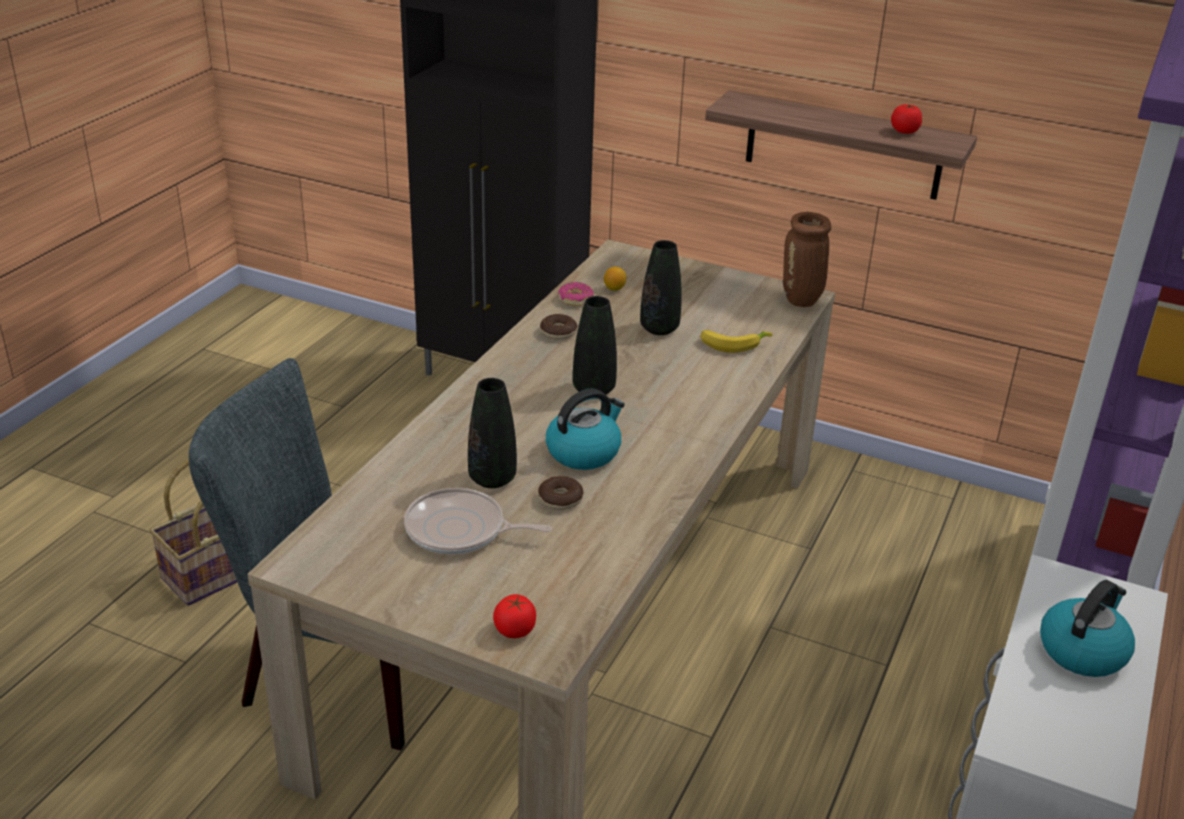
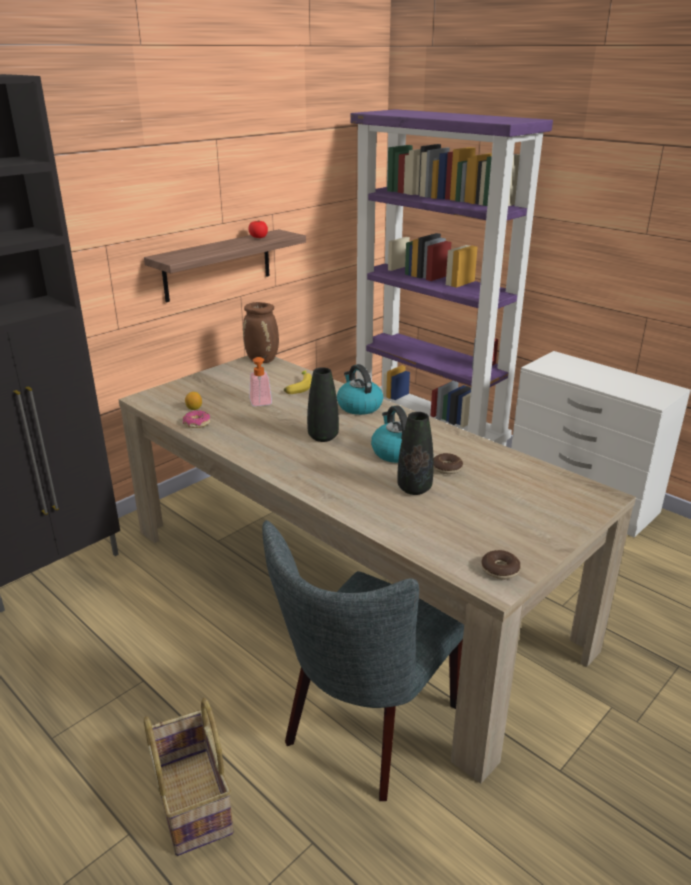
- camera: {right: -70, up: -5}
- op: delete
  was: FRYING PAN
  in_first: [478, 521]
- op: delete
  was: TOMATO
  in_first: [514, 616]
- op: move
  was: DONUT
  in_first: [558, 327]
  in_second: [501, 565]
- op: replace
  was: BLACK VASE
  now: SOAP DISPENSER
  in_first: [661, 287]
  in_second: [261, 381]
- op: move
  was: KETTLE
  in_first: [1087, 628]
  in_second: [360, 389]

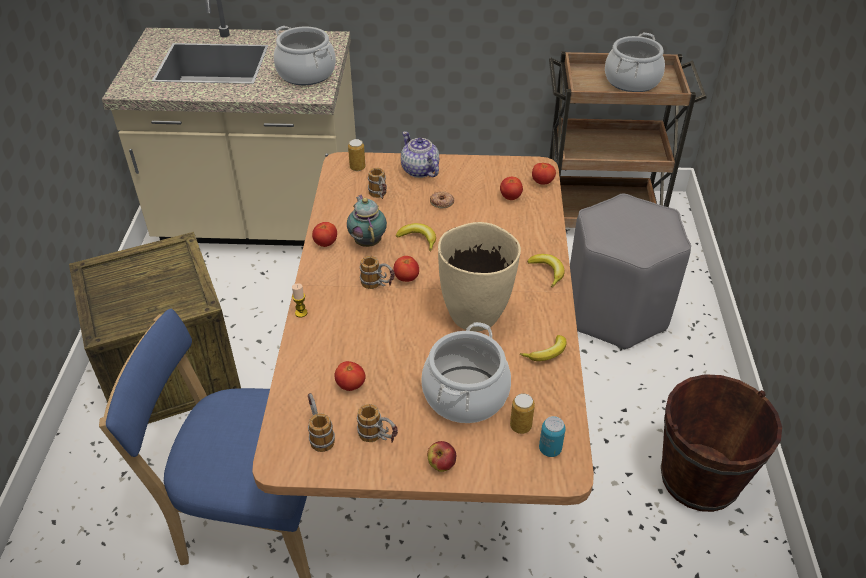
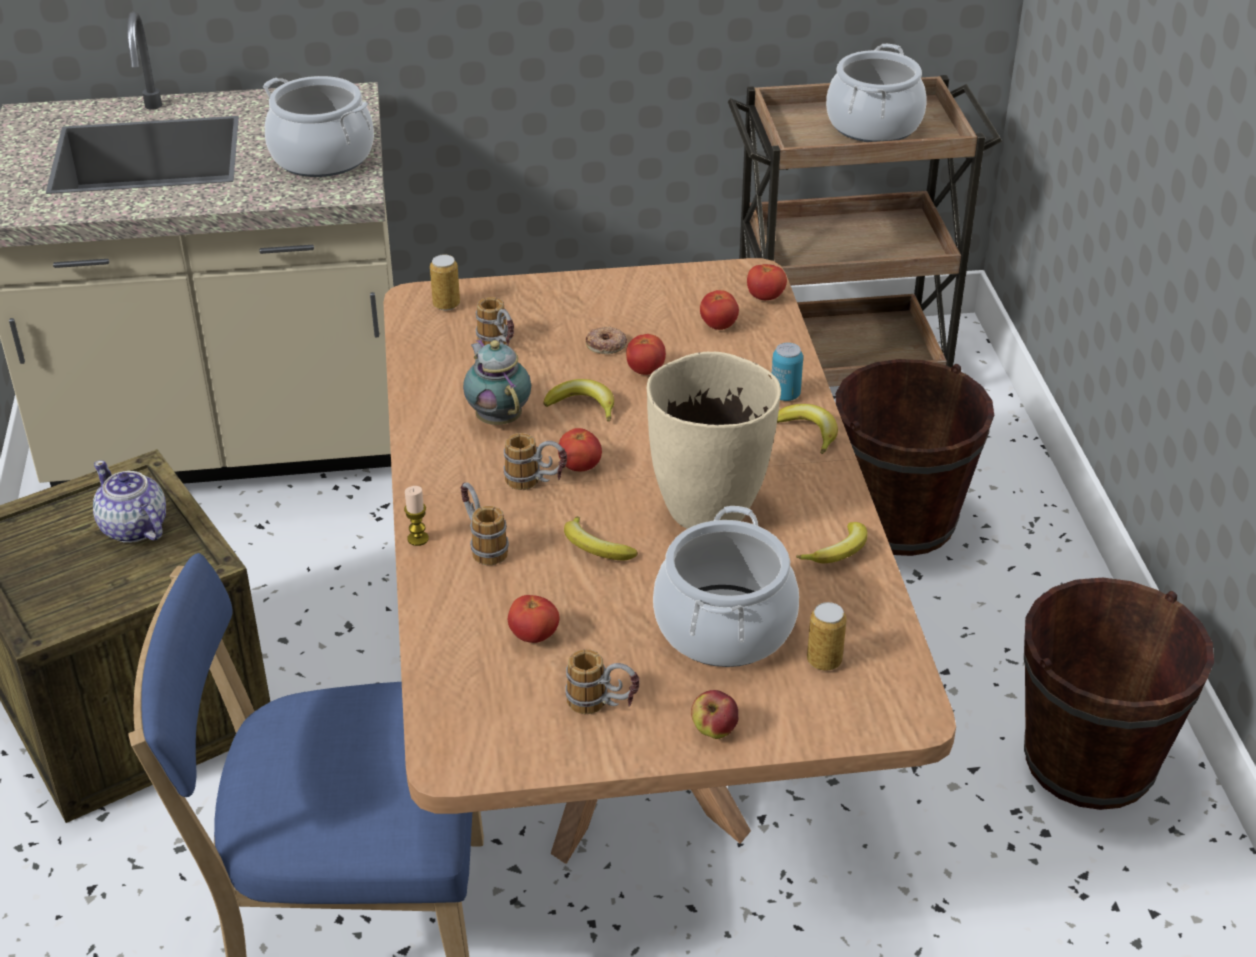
- camera: {right: -10, up: -5}
- op: move
  was: MUG
  in_first: [321, 422]
  in_second: [484, 523]
- op: move
  was: TOMATO
  in_first: [324, 234]
  in_second: [646, 354]
- op: move
  was: TEAPOT
  in_first: [420, 154]
  in_second: [129, 502]
- op: move
  was: CAN
  in_first: [552, 436]
  in_second: [787, 372]
- op: replace
  was: GREY STOOL
  now: BROWN BUCKET
  in_first: [630, 271]
  in_second: [915, 457]
- op: insert
  now: BANANA
  in_second: [601, 538]

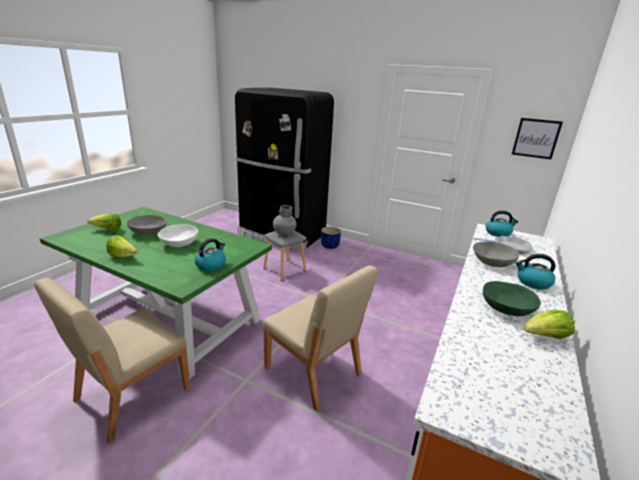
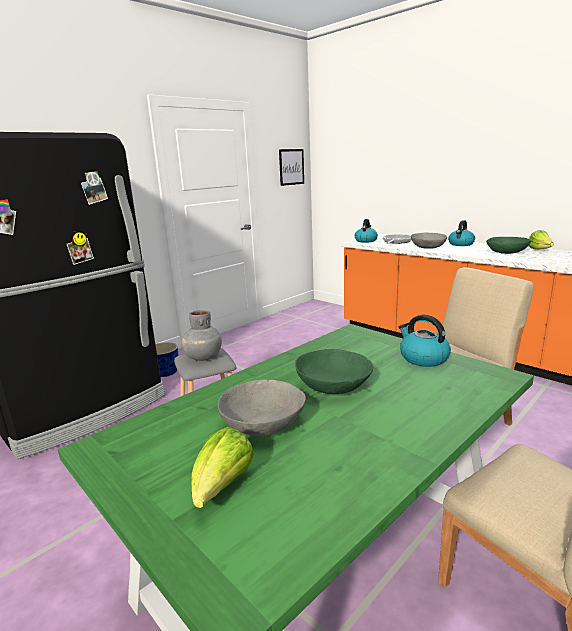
- camera: {right: -70, up: -5}
- op: delete
  was: LETTUCE
  in_first: [122, 246]
- op: recolor
  was: WHITE BOWL
  now: GREEN BOWL
  in_first: [178, 235]
  in_second: [334, 371]

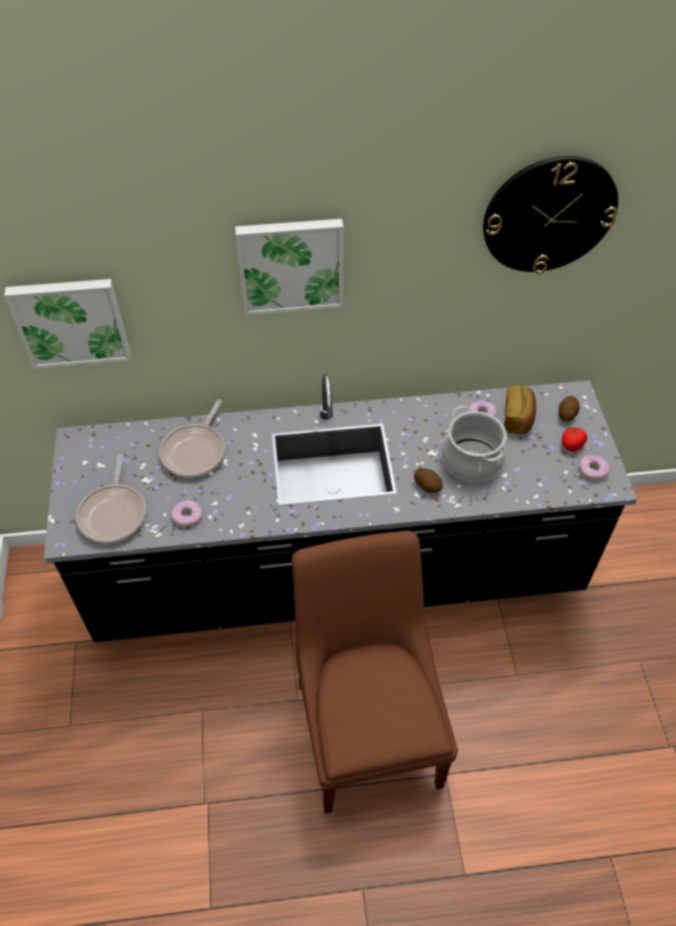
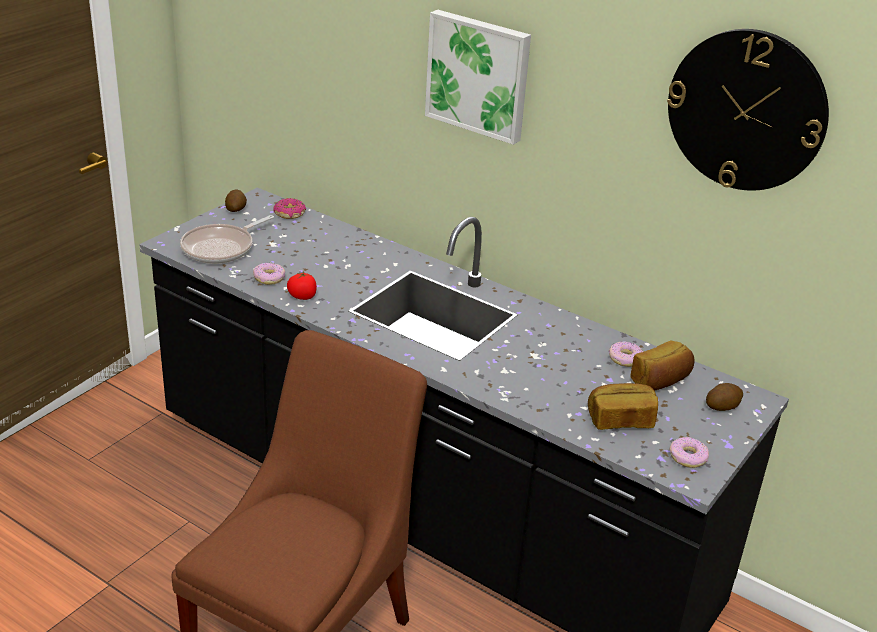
- camera: {right: 40, up: -20}
- op: delete
  was: PICTURE
  in_first: [67, 324]
- op: delete
  was: FRYING PAN
  in_first: [192, 439]
- op: move
  was: POTATO
  in_first: [428, 480]
  in_second: [236, 201]
- op: delete
  was: COOKING POT
  in_first: [474, 444]
- op: move
  was: TOMATO
  in_first: [574, 439]
  in_second: [302, 285]
- op: insert
  now: DONUT
  in_second: [290, 208]
- op: insert
  now: BREAD
  in_second: [623, 406]

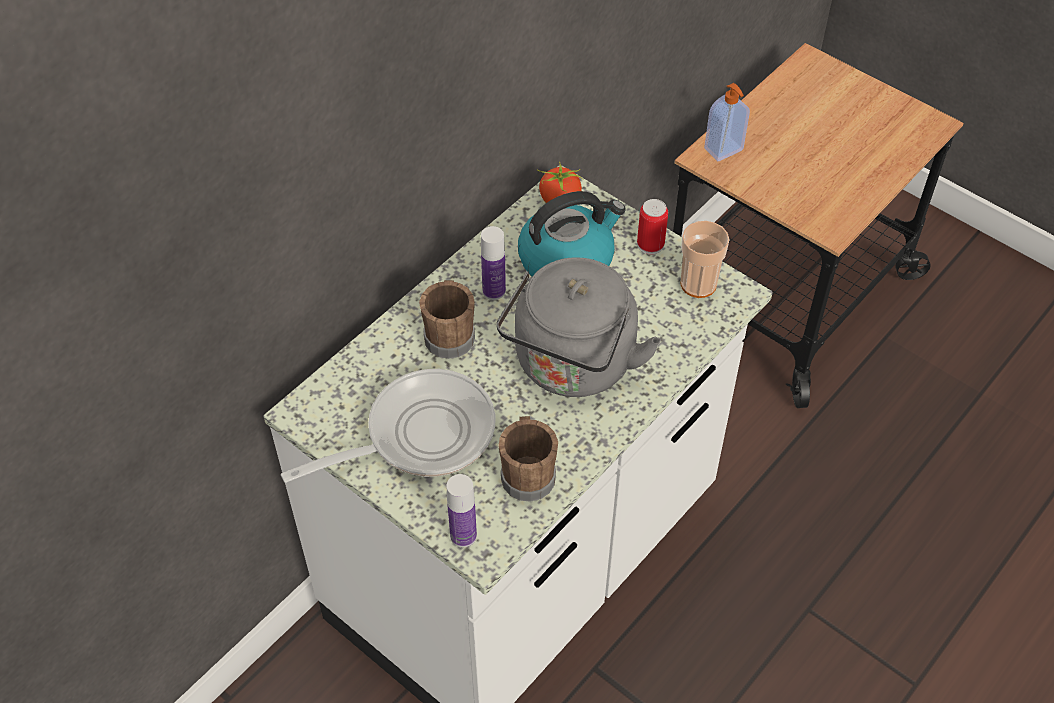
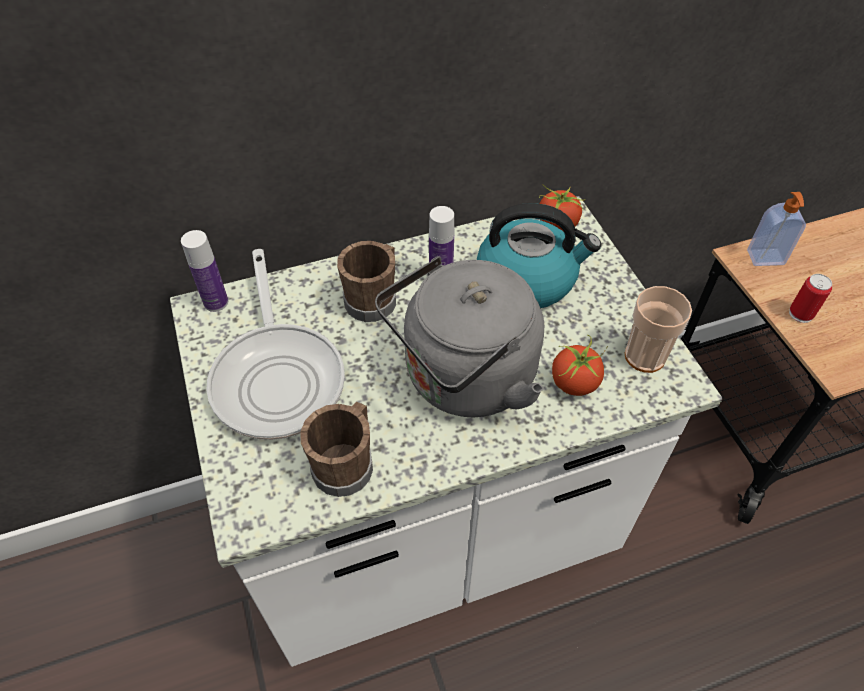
- camera: {right: 30, up: 0}
- op: rotate
  was: FRYING PAN
  in_first: [388, 426]
  in_second: [275, 344]
  clockwise: 75
- op: move
  was: BOTTLE
  in_first: [462, 510]
  in_second: [204, 271]
- op: move
  was: CAN
  in_first: [652, 227]
  in_second: [810, 298]
- op: insert
  now: TOMATO
  in_second: [580, 365]

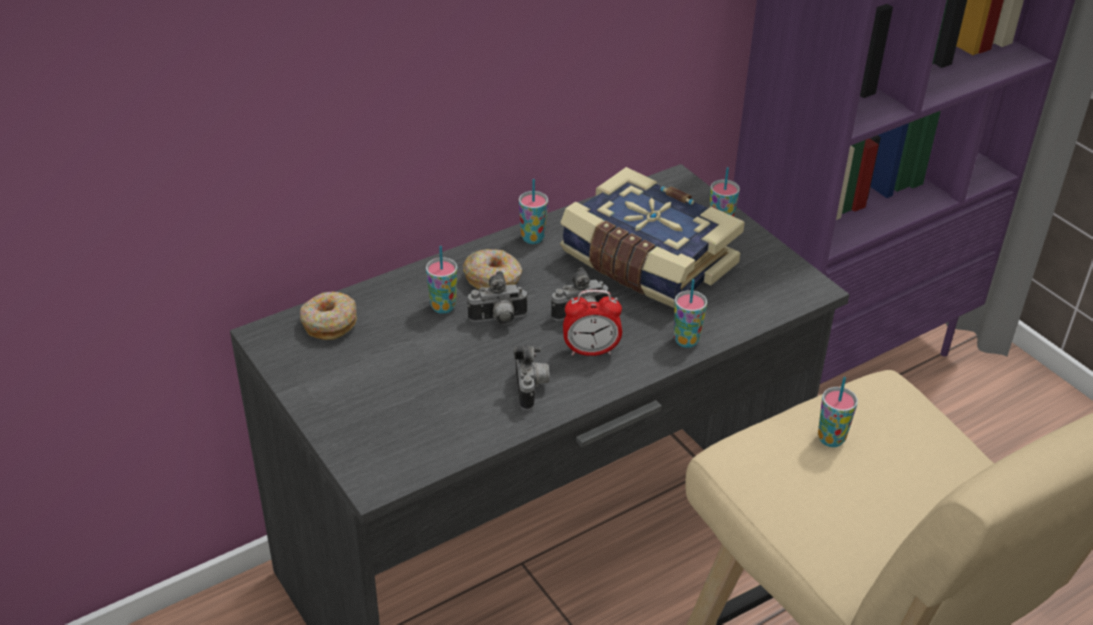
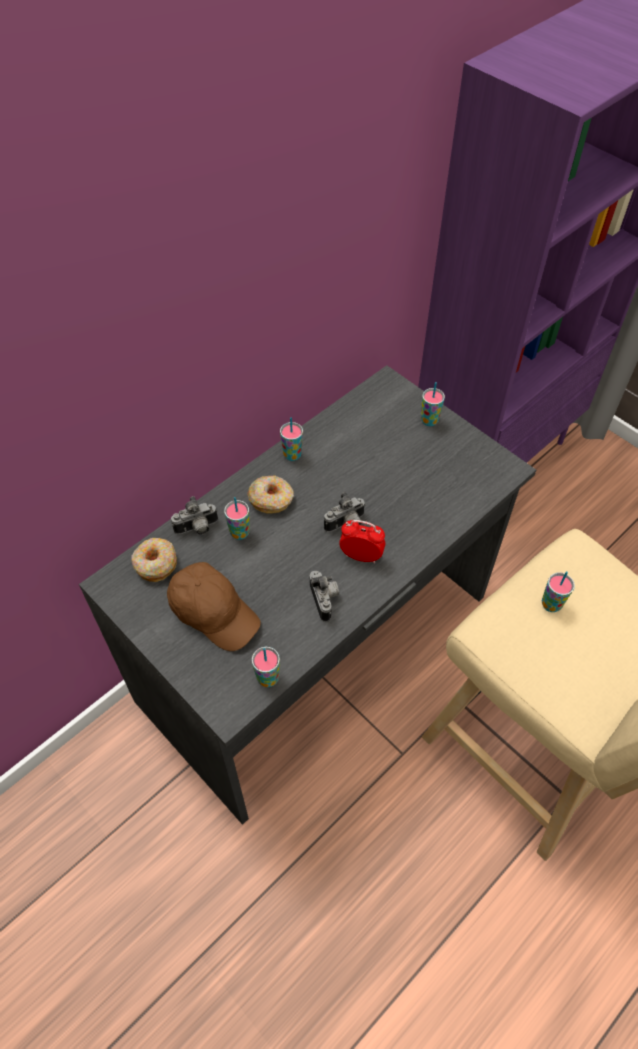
- camera: {right: -10, up: 15}
- op: move
  was: PHOTO CAMERA
  in_first: [497, 298]
  in_second: [194, 515]
- op: delete
  was: BOOK
  in_first: [652, 237]
- op: rotate
  was: ALARM CLOCK
  in_first: [592, 323]
  in_second: [362, 542]
  clockwise: -150
- op: move
  was: CUP
  in_first: [690, 313]
  in_second: [266, 667]
- op: insert
  now: BROWN CAP
  in_second: [214, 606]

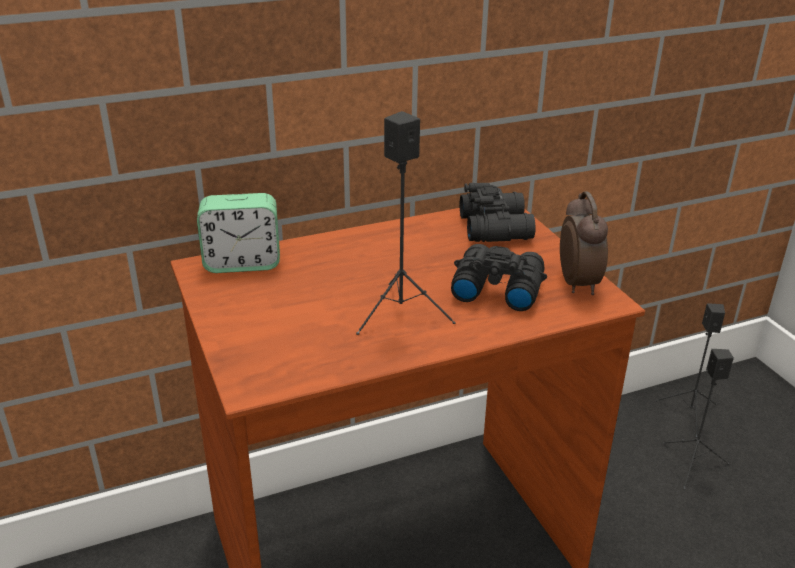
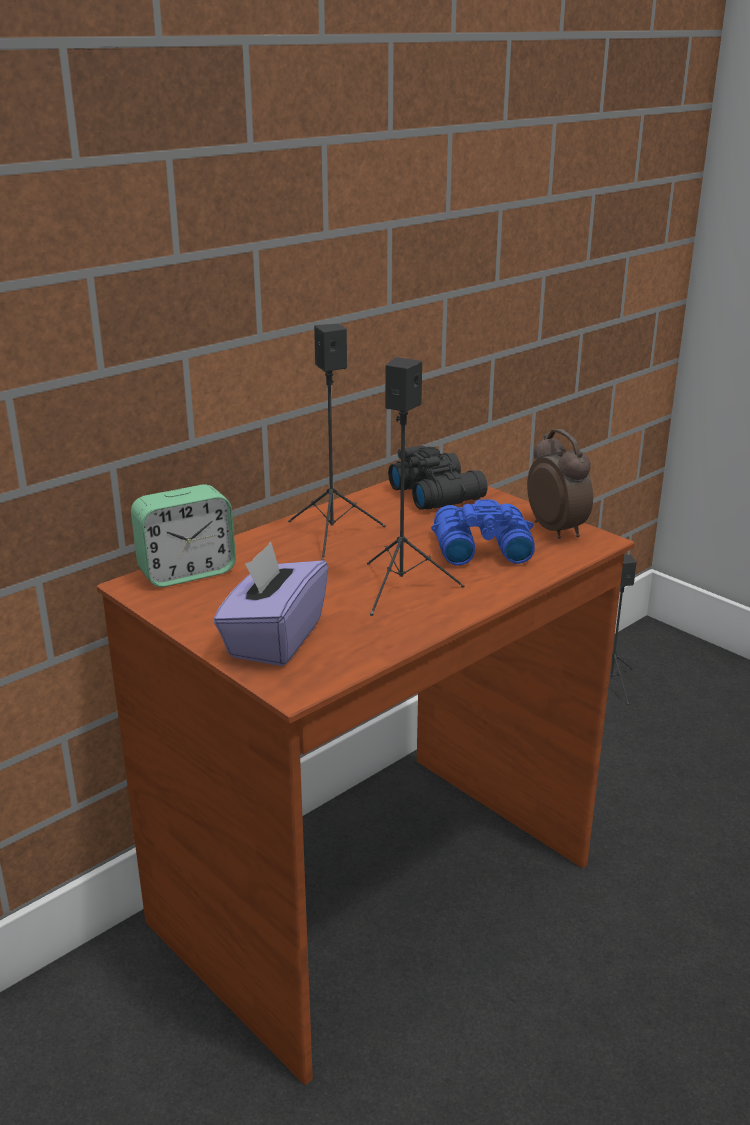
- camera: {right: -20, up: -5}
- op: recolor
  was: BLACK BINOCULARS
  now: BLUE BINOCULARS
  in_first: [499, 277]
  in_second: [483, 532]
- op: move
  was: BLACK SPEAKER
  in_first: [698, 419]
  in_second: [337, 442]
- op: insert
  now: PURPLE TISSUE BOX
  in_second: [270, 604]

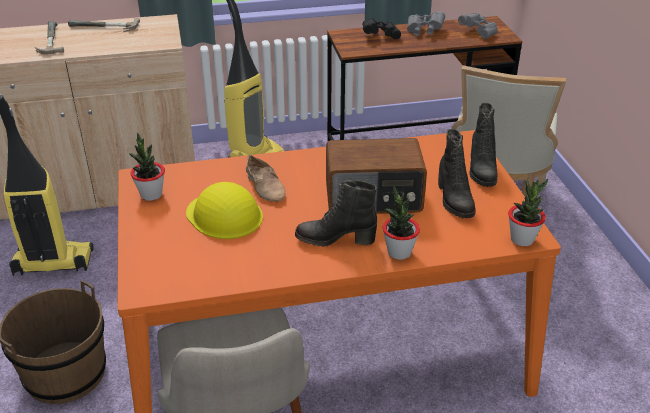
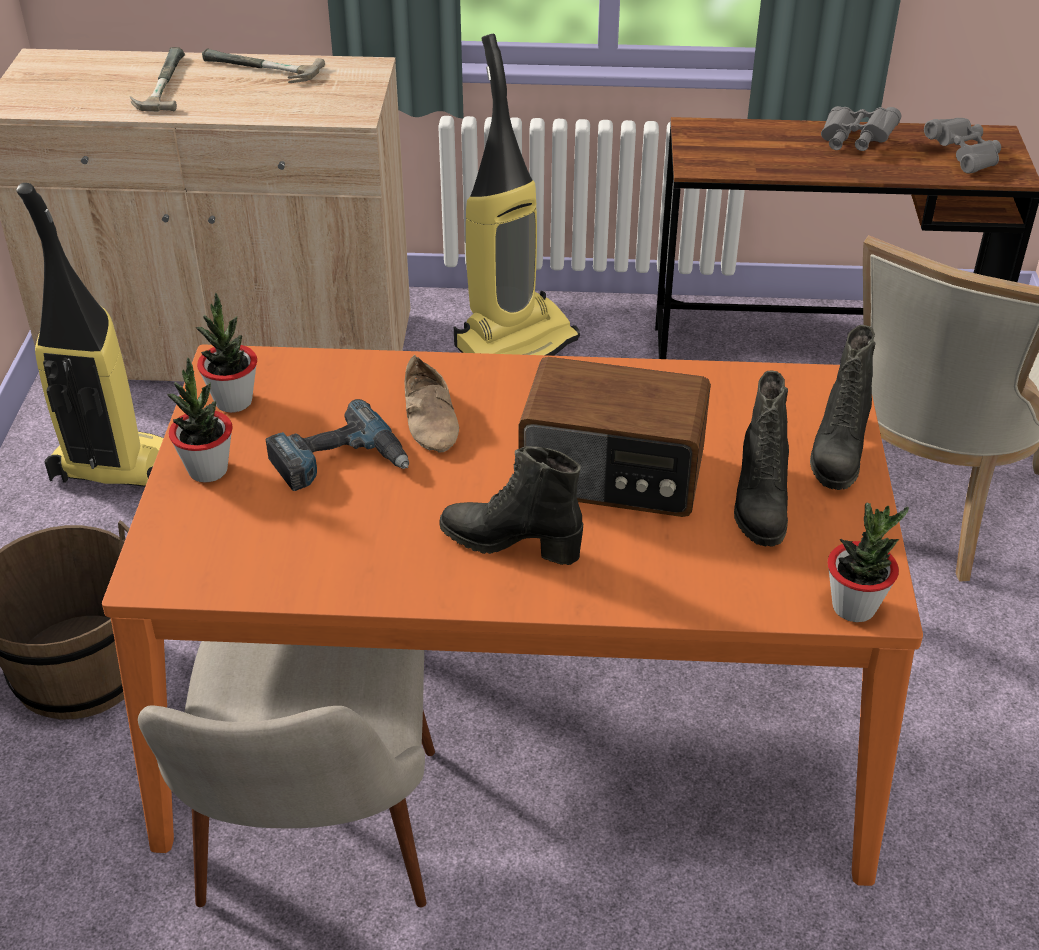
- camera: {right: 15, up: 5}
- op: replace
  was: YELLOW HARD HAT
  now: POWER DRILL
  in_first: [224, 210]
  in_second: [337, 445]
- op: delete
  was: BLACK BINOCULARS
  in_first: [381, 28]
- op: move
  was: POTTED PLANT
  in_first: [401, 223]
  in_second: [199, 420]

